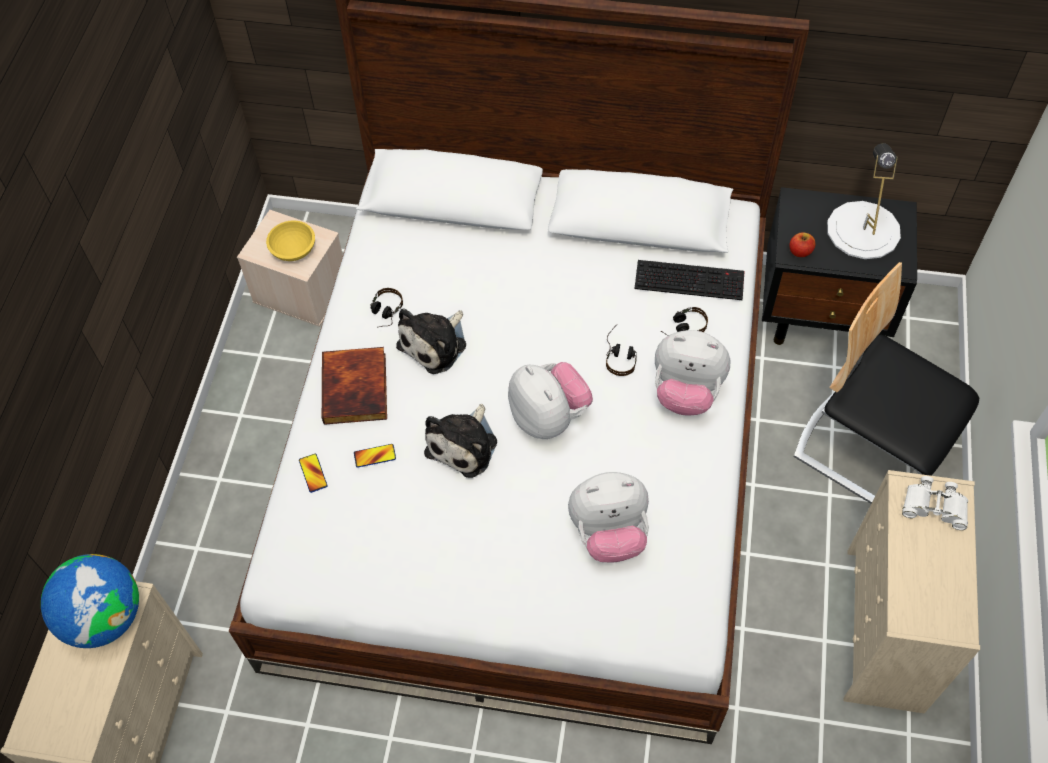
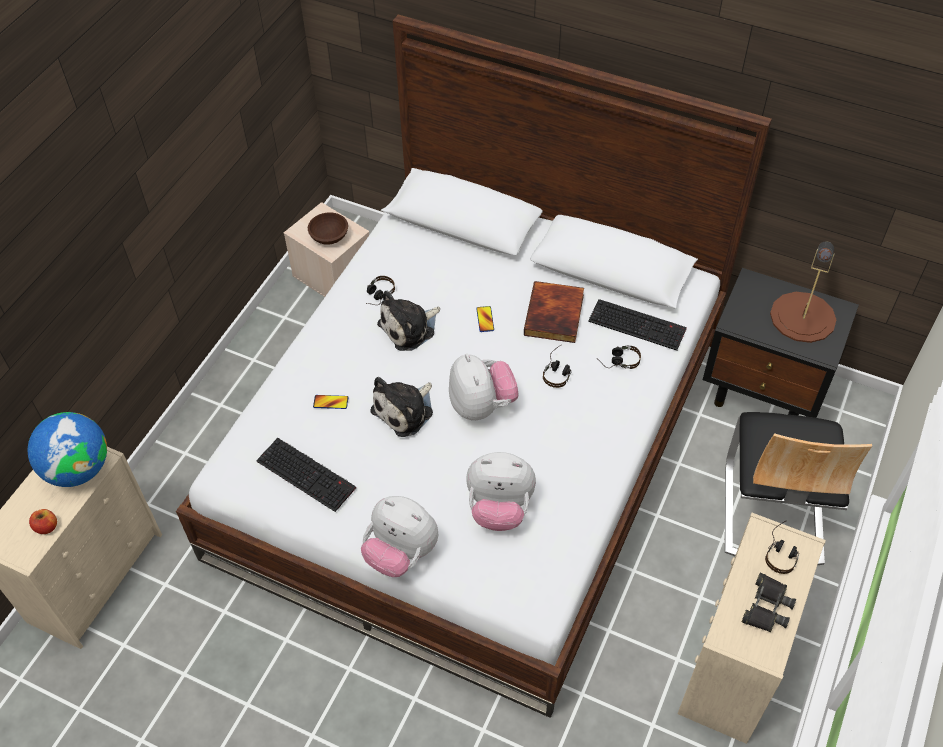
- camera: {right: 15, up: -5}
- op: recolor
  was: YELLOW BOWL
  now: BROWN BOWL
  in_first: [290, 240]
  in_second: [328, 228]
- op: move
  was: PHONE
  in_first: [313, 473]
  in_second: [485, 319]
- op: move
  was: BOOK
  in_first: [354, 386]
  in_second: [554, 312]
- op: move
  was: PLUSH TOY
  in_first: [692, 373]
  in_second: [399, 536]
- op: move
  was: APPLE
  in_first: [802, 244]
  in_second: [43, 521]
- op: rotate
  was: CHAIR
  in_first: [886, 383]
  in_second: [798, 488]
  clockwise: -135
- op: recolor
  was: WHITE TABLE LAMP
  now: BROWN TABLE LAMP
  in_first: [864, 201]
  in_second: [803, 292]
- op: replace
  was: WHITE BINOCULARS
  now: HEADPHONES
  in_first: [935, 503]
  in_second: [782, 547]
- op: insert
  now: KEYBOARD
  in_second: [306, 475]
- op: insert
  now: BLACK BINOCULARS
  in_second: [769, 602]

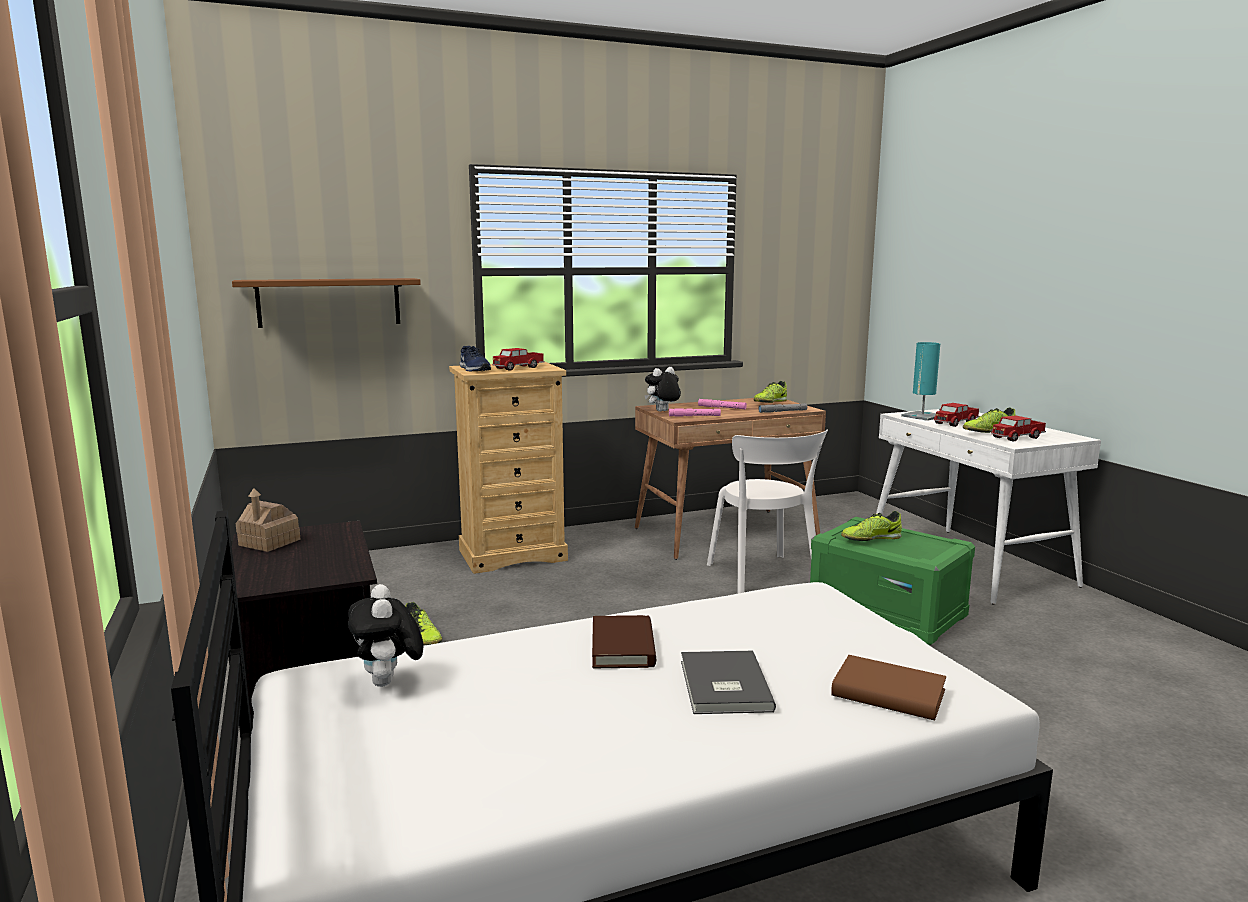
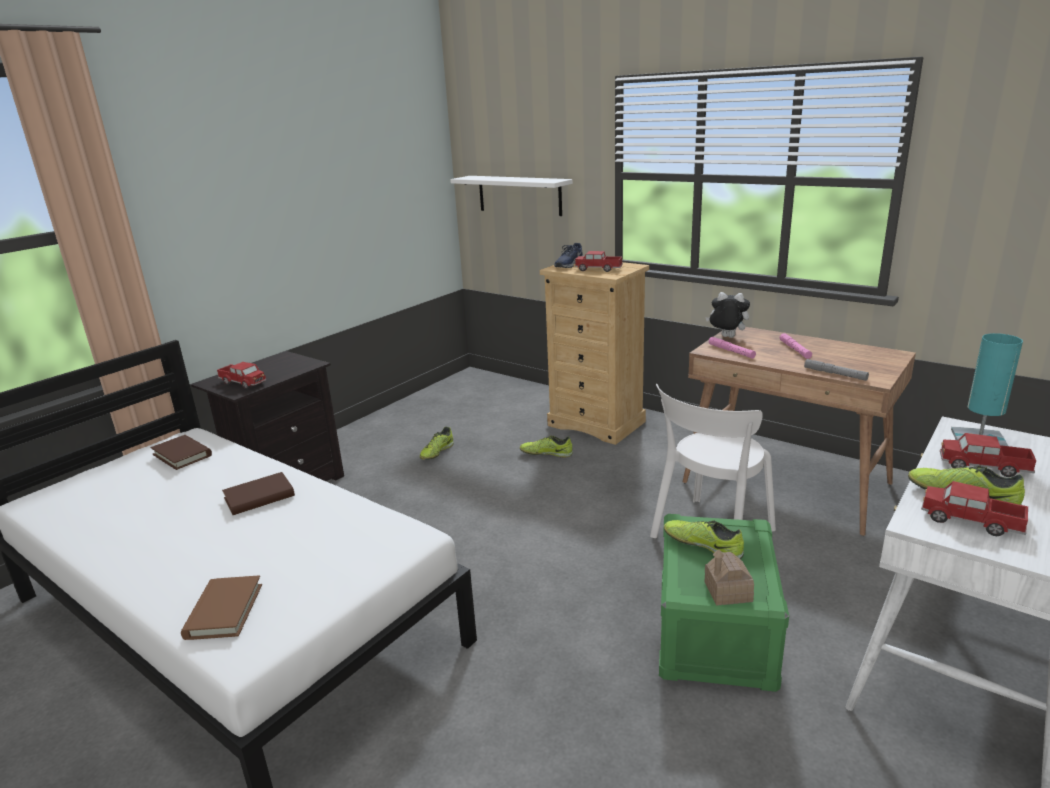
- camera: {right: 60, up: 10}
- op: recolor
  was: BROWN SHELF
  now: WHITE SHELF
  in_first: [326, 303]
  in_second: [511, 196]
- op: move
  was: TOY HOUSE
  in_first: [268, 520]
  in_second: [729, 577]
- op: replace
  was: PLUSH TOY
  now: BROWN BOOK
  in_first: [385, 635]
  in_second: [181, 452]
- op: delete
  was: GREY BOOK
  in_first: [728, 682]
- op: move
  was: SHOE
  in_first: [770, 392]
  in_second: [546, 447]
- op: insert
  now: TOY TRUCK
  in_second: [241, 375]

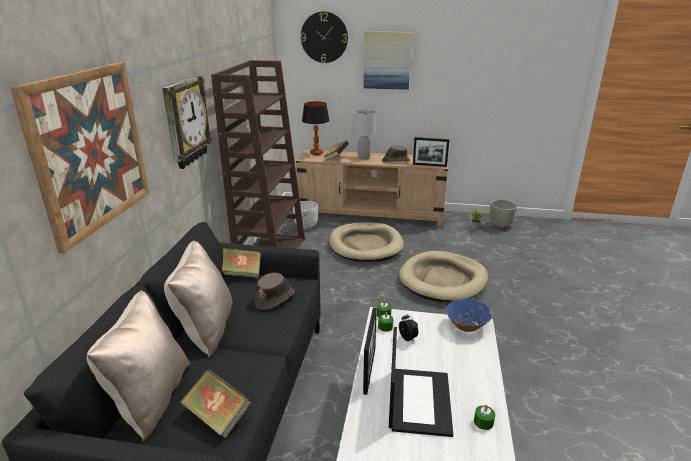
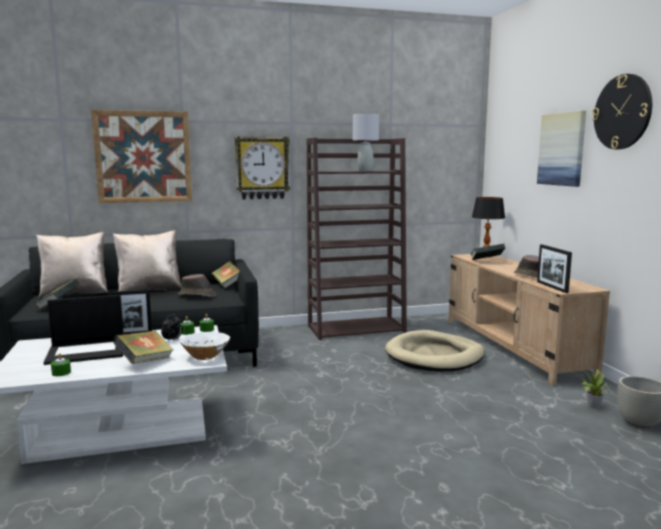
- camera: {right: 65, up: -15}
- op: delete
  was: WHITE PLANTER
  in_first: [305, 215]
- op: move
  was: WALL CLOCK
  in_first: [324, 37]
  in_second: [622, 111]
- op: move
  was: GREY TABLE LAMP
  in_first: [364, 134]
  in_second: [366, 142]
- op: delete
  was: BEIGE DOG BED
  in_first: [443, 276]
- op: recolor
  was: BLUE BOWL
  now: WHITE BOWL
  in_first: [469, 315]
  in_second: [205, 346]
- op: insert
  now: BOOK
  in_second: [143, 347]

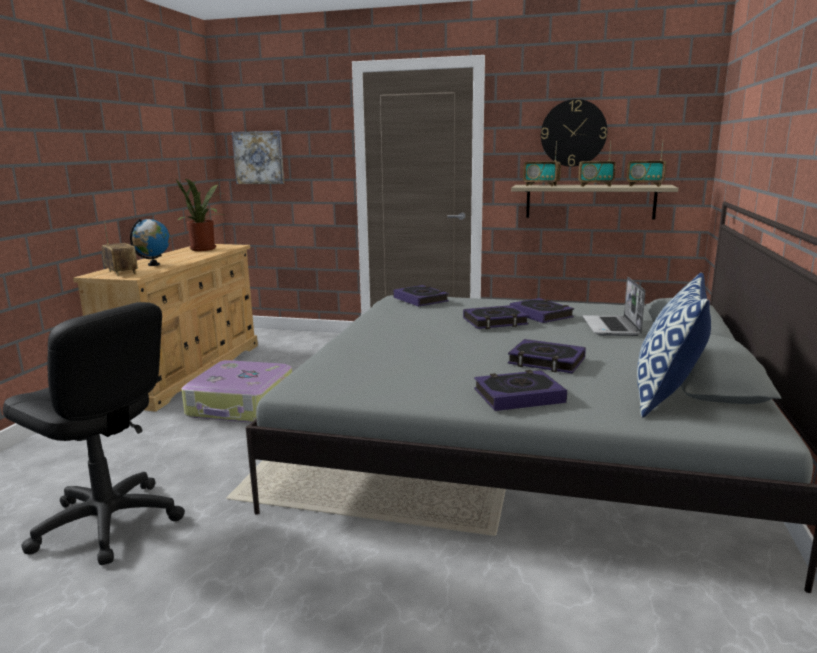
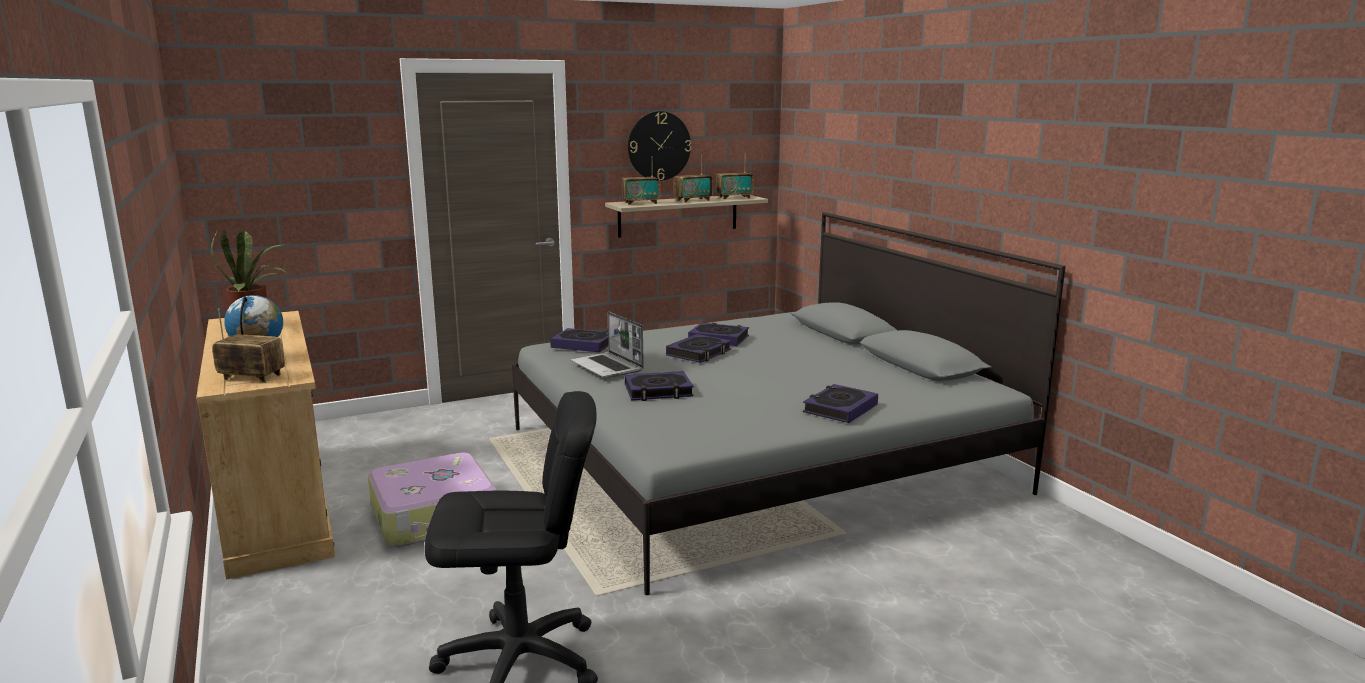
- camera: {right: -40, up: 0}
- op: delete
  was: PICTURE
  in_first: [258, 157]
- op: move
  was: BOOK
  in_first: [547, 356]
  in_second: [659, 386]
- op: move
  was: LAPTOP
  in_first: [613, 306]
  in_second: [607, 345]
- op: delete
  was: PILLOW
  in_first: [674, 345]

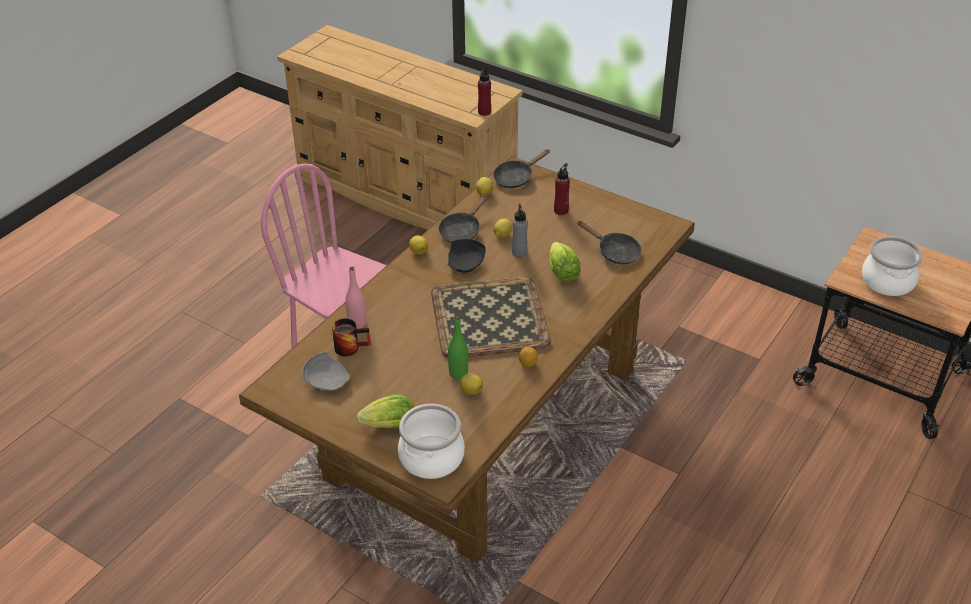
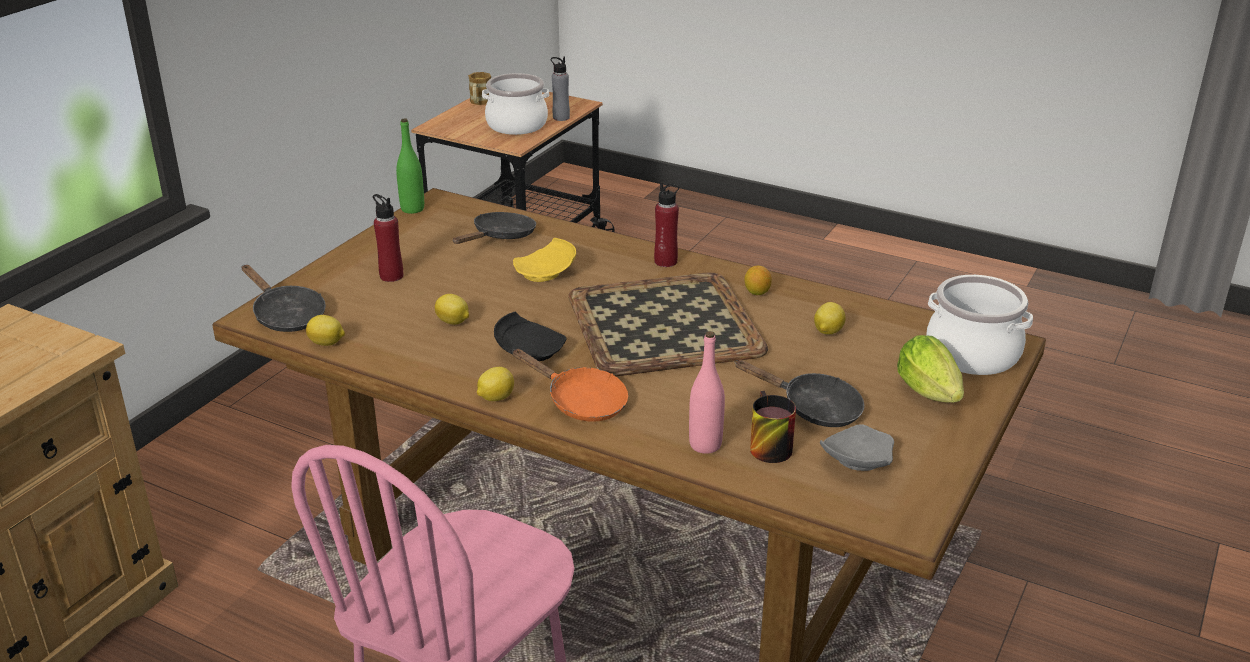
- camera: {right: -95, up: -10}
- op: move
  was: BLACK FRYING PAN
  in_first: [462, 219]
  in_second: [799, 393]
- op: move
  was: GREEN BOTTLE
  in_first: [458, 347]
  in_second: [410, 166]
- op: move
  was: RED BOTTLE
  in_first: [484, 91]
  in_second: [667, 224]
- op: move
  was: GREY BOTTLE
  in_first: [520, 231]
  in_second: [560, 89]
- op: replace
  was: LETTUCE
  now: YELLOW PLATE
  in_first: [565, 262]
  in_second: [544, 260]
- op: insert
  now: MUG
  in_second: [479, 88]
- op: insert
  now: ORANGE FRYING PAN
  in_second: [570, 385]

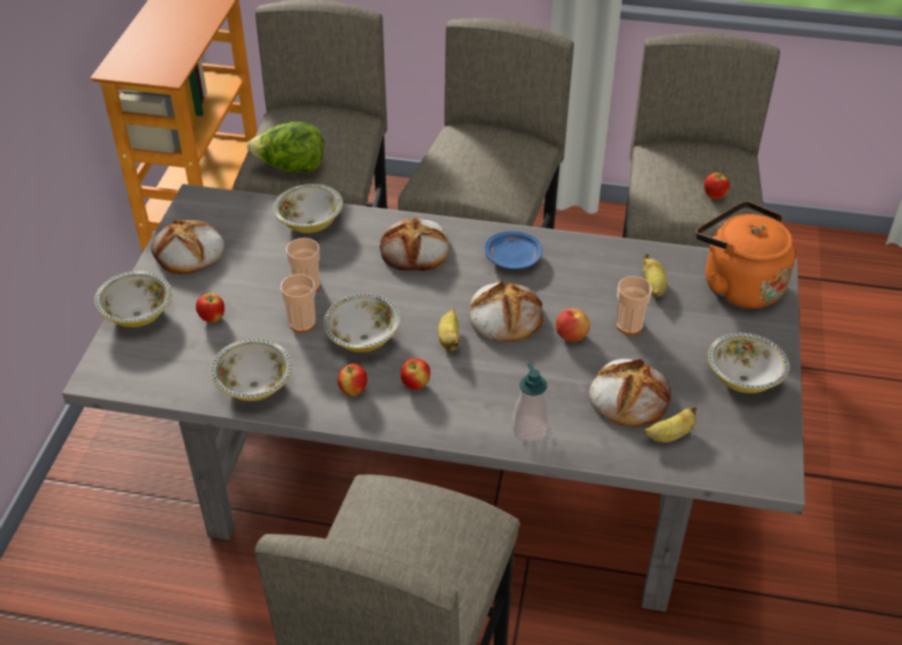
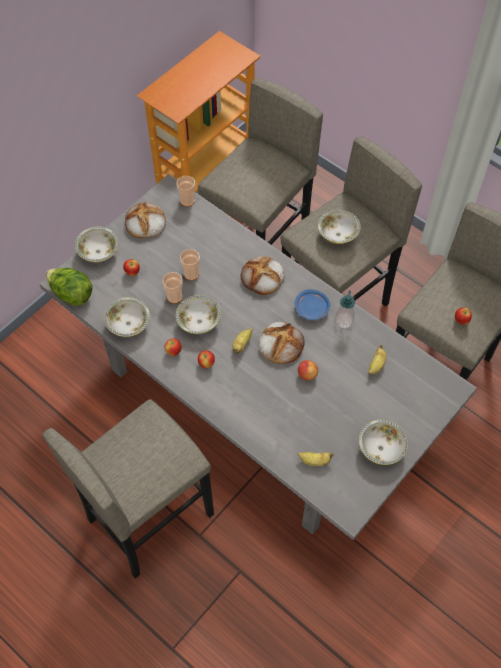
- camera: {right: 30, up: 15}
- op: move
  was: LETTUCE
  in_first: [285, 146]
  in_second: [69, 287]
- op: move
  was: BOWL
  in_first: [308, 208]
  in_second: [339, 227]
- op: move
  was: SOAP DISPENSER
  in_first: [531, 402]
  in_second: [345, 309]
- op: delete
  was: BREAD
  in_first: [630, 393]
- op: move
  was: CUP
  in_first: [634, 305]
  in_second: [186, 191]
- op: delete
  was: ORANGE KETTLE
  in_first: [745, 255]

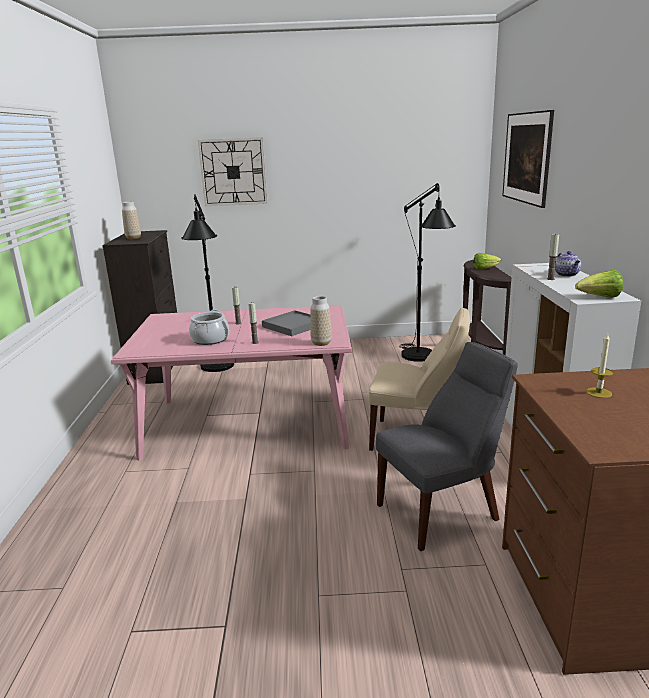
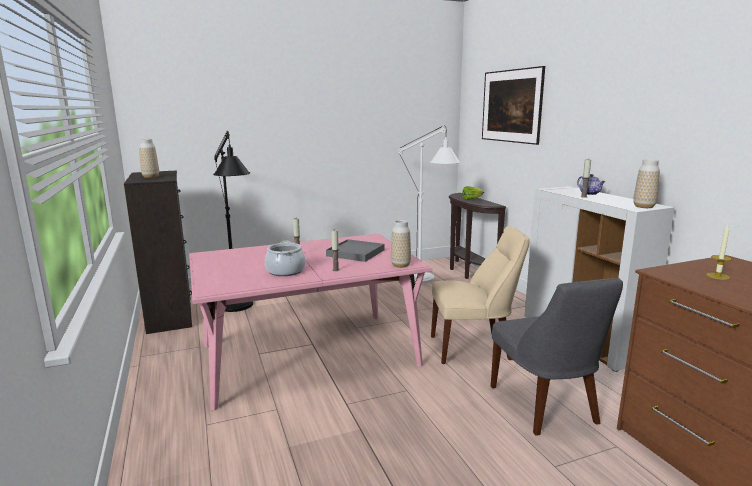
- camera: {right: -20, up: -5}
- op: delete
  was: WALL CLOCK
  in_first: [232, 171]
- op: rotate
  was: GREY CHAIR
  in_first: [446, 446]
  in_second: [557, 357]
  clockwise: 120
- op: recolor
  was: BLACK FLOOR LAMP
  now: WHITE FLOOR LAMP
  in_first: [427, 272]
  in_second: [430, 205]
- op: replace
  was: LETTUCE
  now: VASE
  in_first: [599, 284]
  in_second: [646, 183]

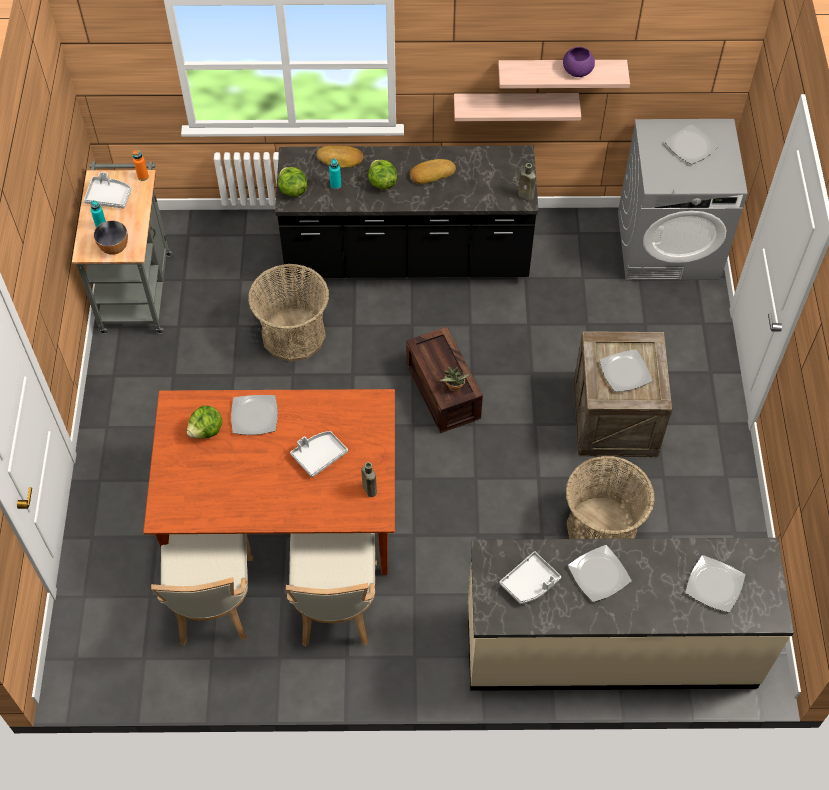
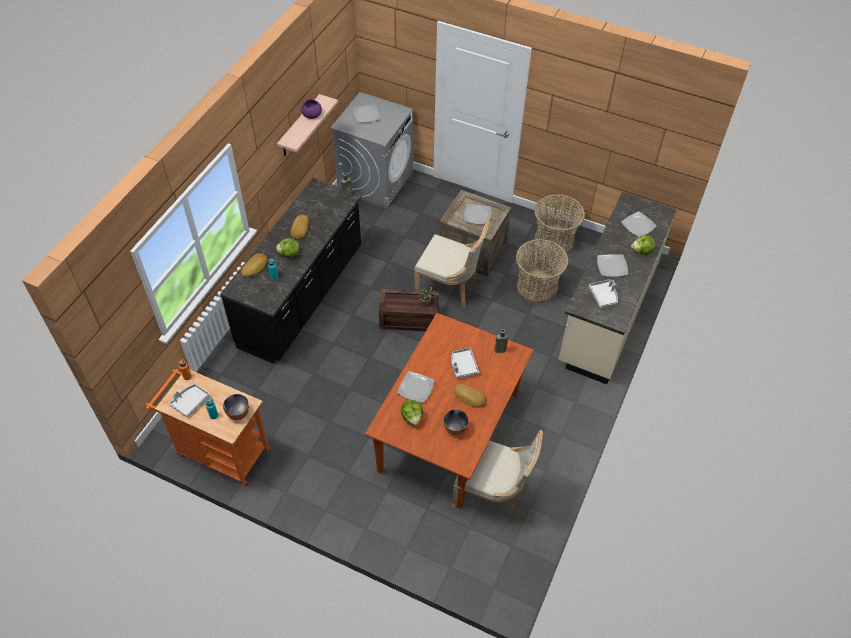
- camera: {right: -65, up: -5}
- op: recolor
  was: GREY CART
  now: ORANGE CART
  in_first: [122, 247]
  in_second: [208, 428]
- op: move
  was: BASKET
  in_first: [288, 313]
  in_second: [560, 225]
- op: move
  was: LETTUCE
  in_first: [292, 182]
  in_second: [643, 245]
- op: move
  was: BEIGE CHAIR
  in_first: [331, 590]
  in_second: [452, 264]
- op: delete
  was: SHELF
  in_first: [517, 107]
- op: insert
  now: BOWL
  in_second: [456, 422]
- op: insert
  now: BREAD
  in_second: [470, 396]

